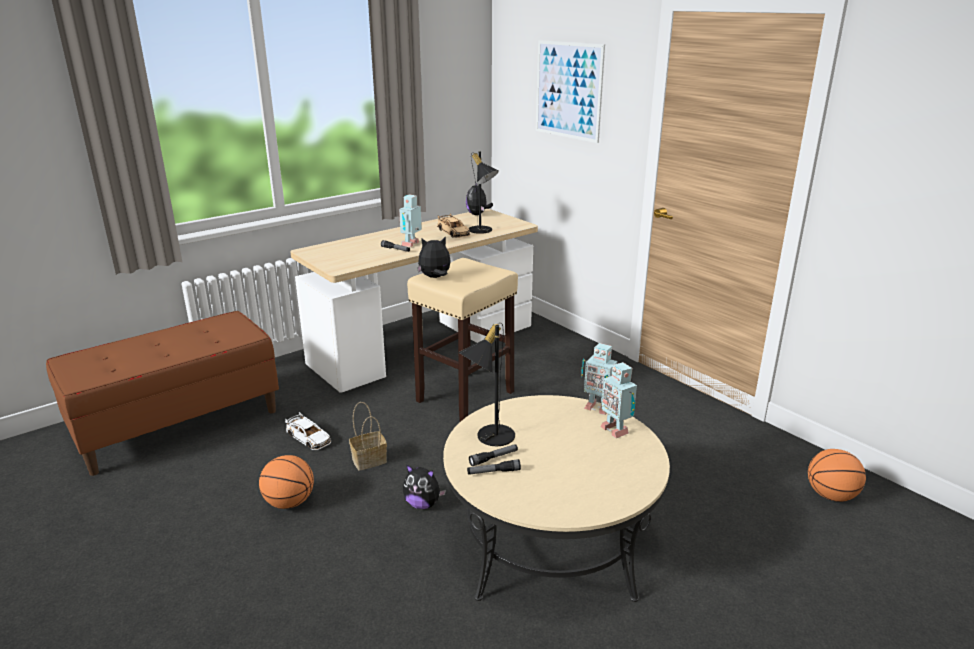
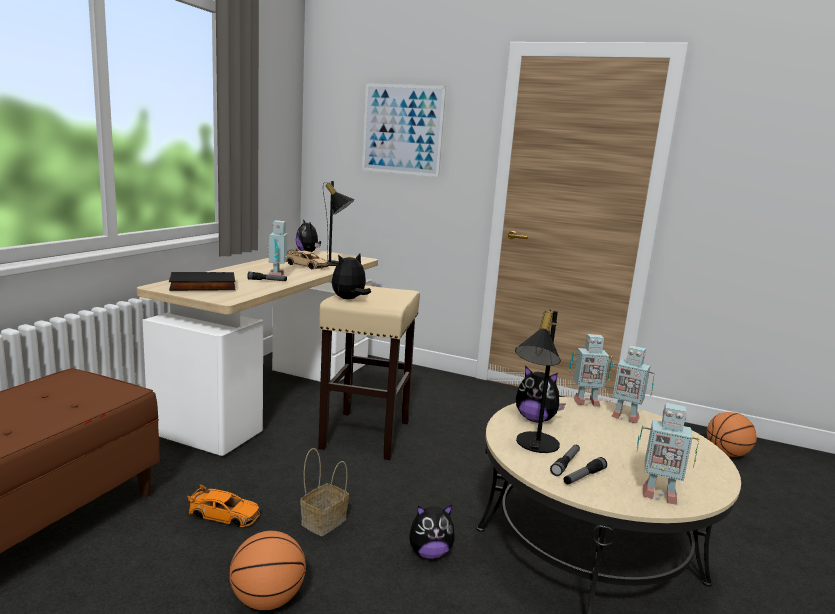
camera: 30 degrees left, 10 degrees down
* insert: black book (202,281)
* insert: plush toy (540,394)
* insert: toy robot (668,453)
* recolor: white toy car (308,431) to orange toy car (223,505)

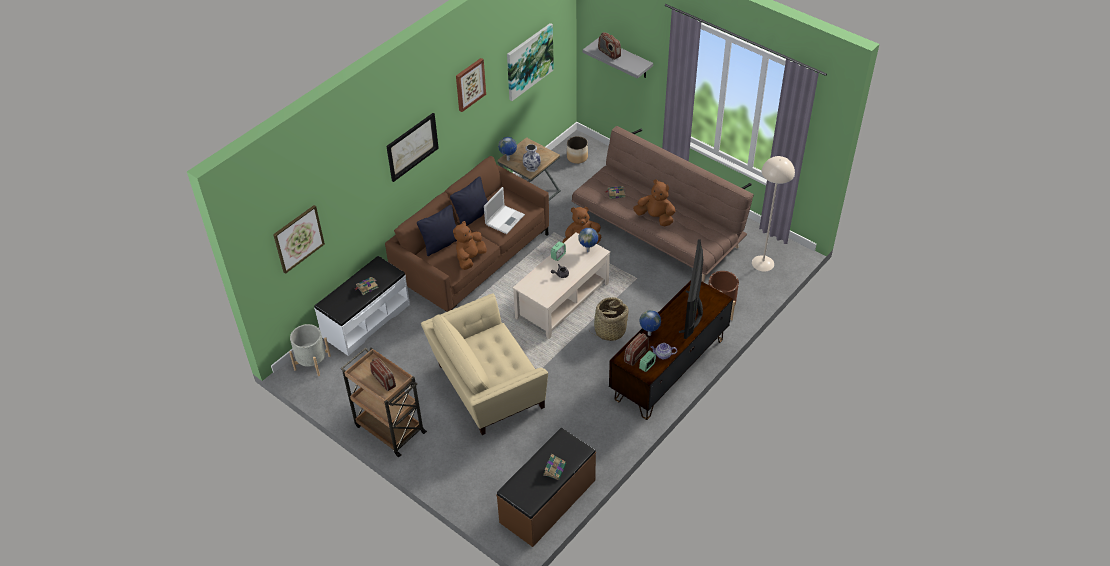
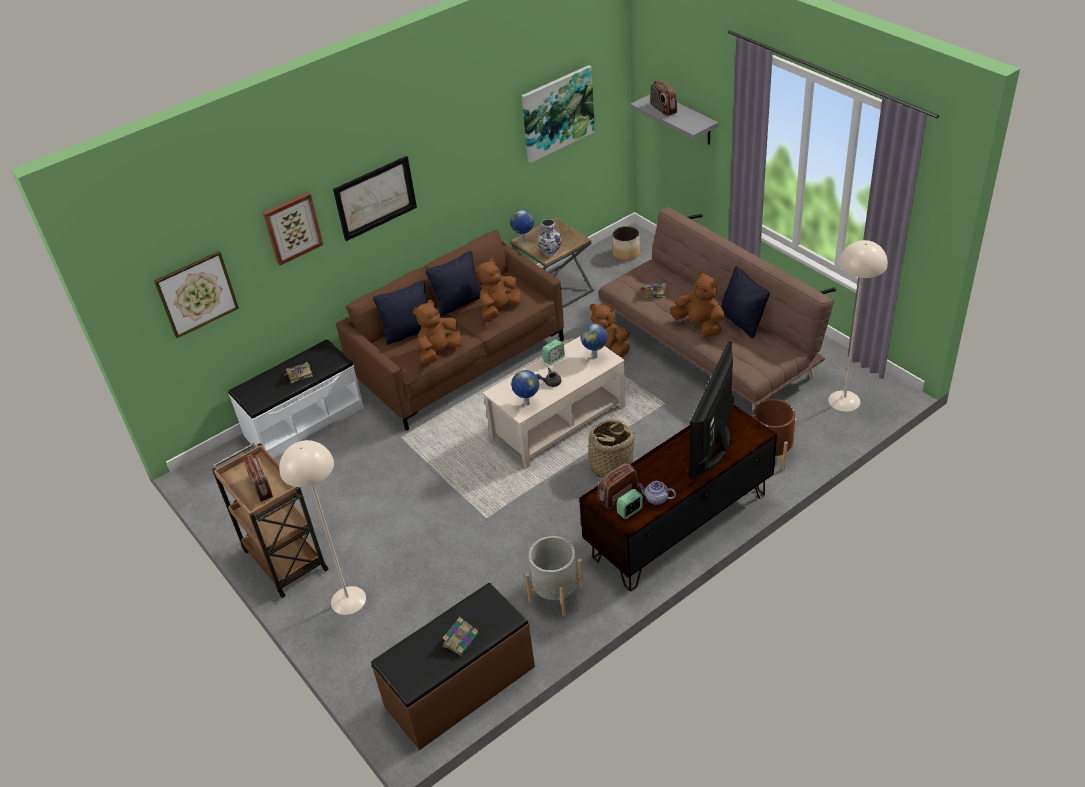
camera: 15 degrees right, 5 degrees down
* delete: beige armchair (484,364)
* insert: beige floor lamp (322,527)
* insert: black pillow (745,302)
* move: grey planter (310,350) to (554,576)
* move: picture (471,85) to (293,228)
* move: globe (650,323) to (525,388)
* replace: laptop (504,210) to brown plush toy (498,289)

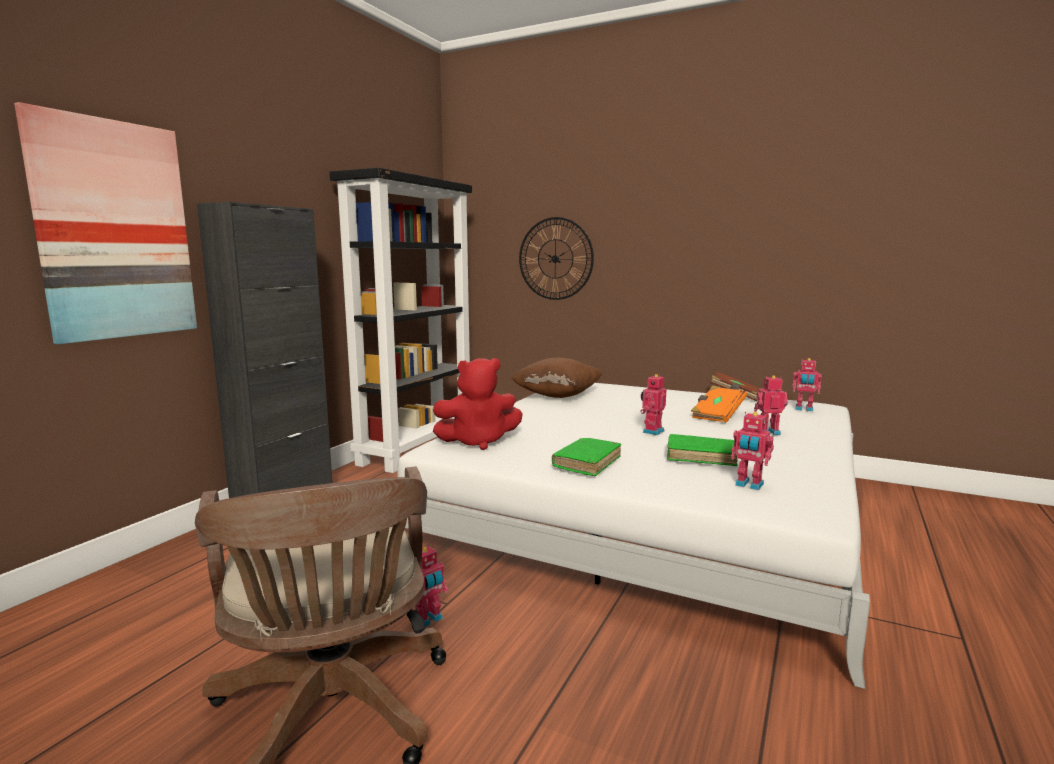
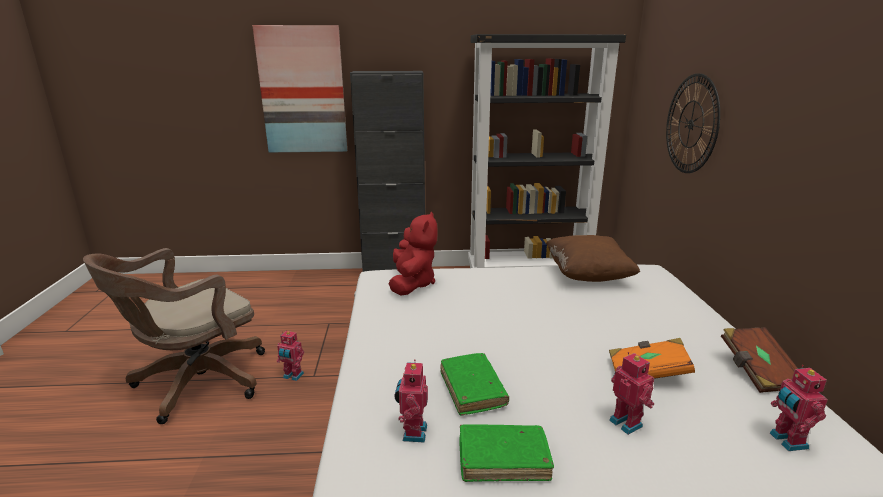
camera: 60 degrees right, 10 degrees up
* delete: toy robot (653,404)
* move: green book (586,457) to (506,453)
* rotate: red plush toy (478,404) = (413,253) 135 degrees counterclockwise

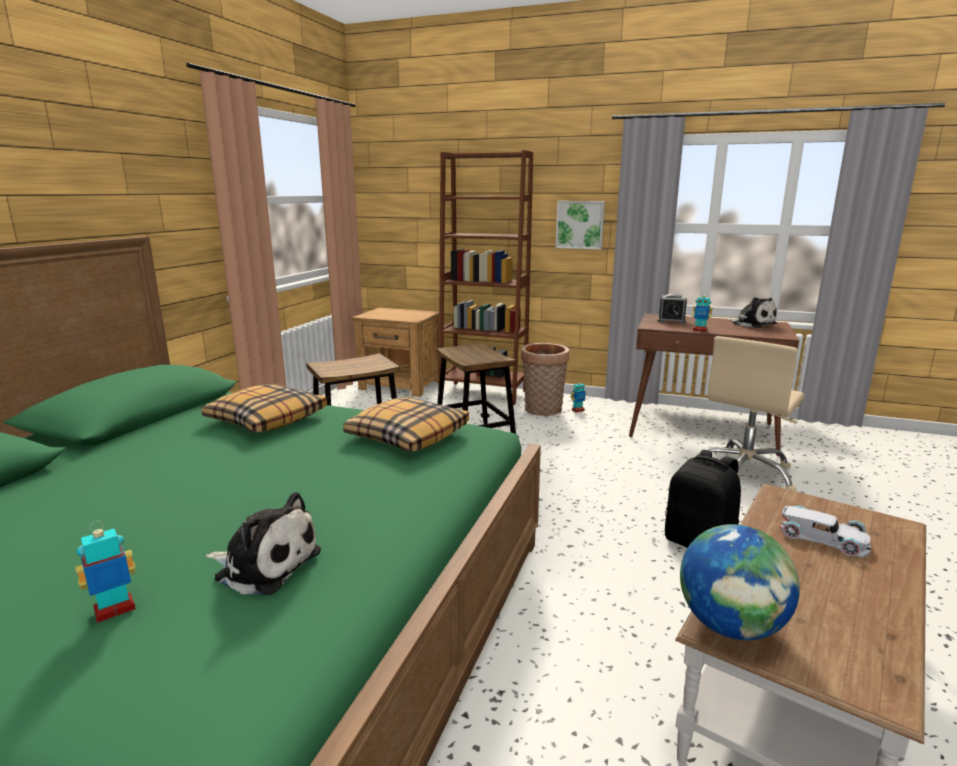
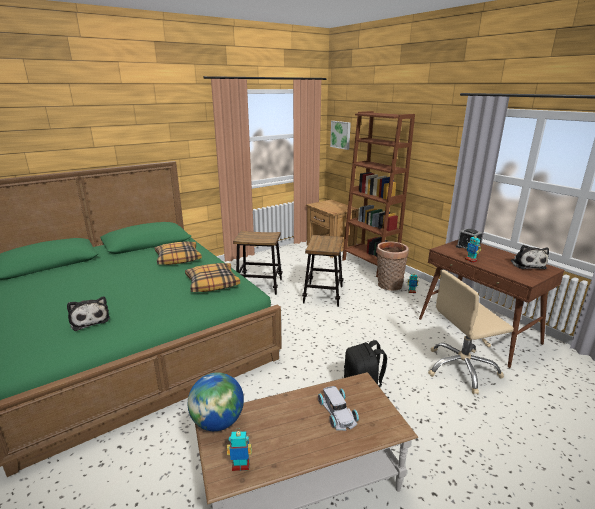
camera: 35 degrees right, 5 degrees up
* move: toy robot (105,572) to (239,449)
* move: picture (580,225) to (340,135)

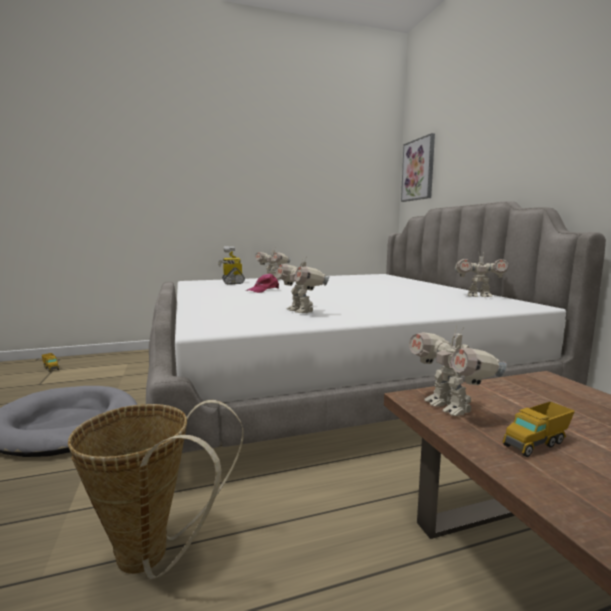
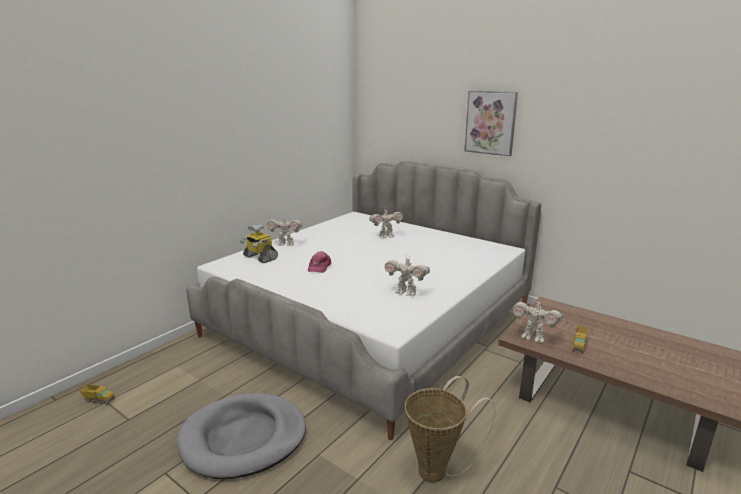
camera: 35 degrees left, 10 degrees up
* move: picture (418,167) to (491,123)
* move: toy robot (482,275) to (386,223)

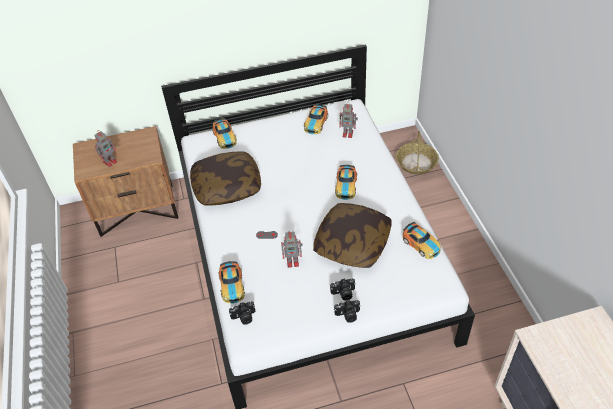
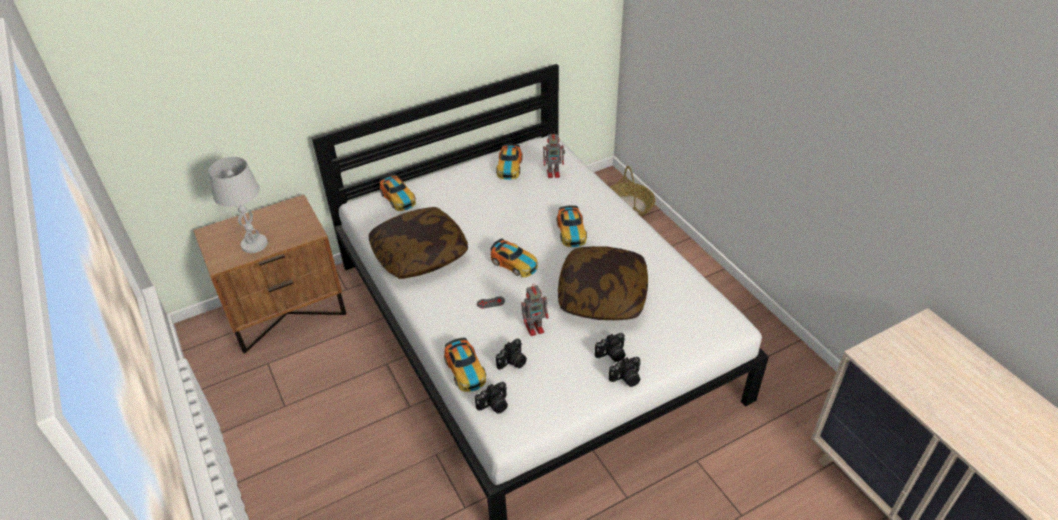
camera: 15 degrees left, 5 degrees down
* insert: photo camera (511,354)
* move: toy car (422,240) to (514,257)
* replace: toy robot (105,149) to white table lamp (238,205)

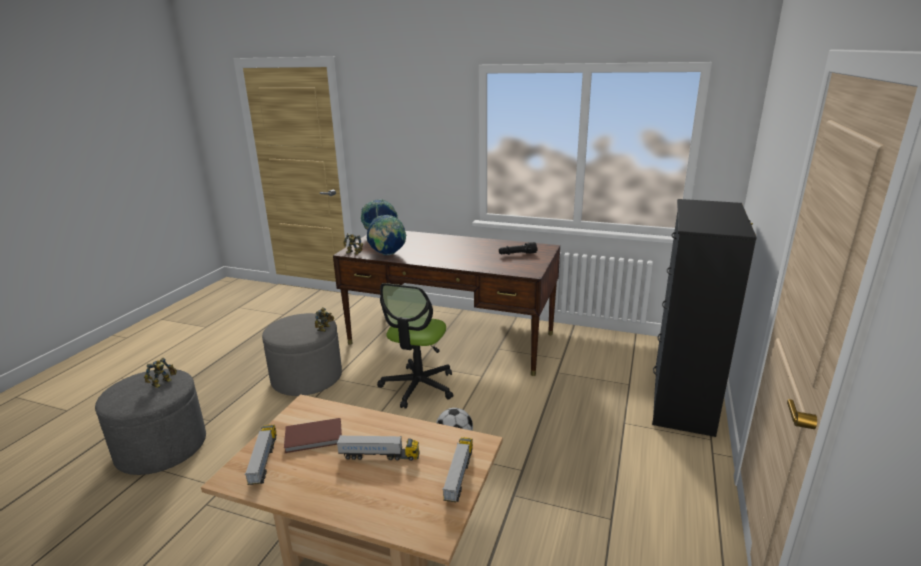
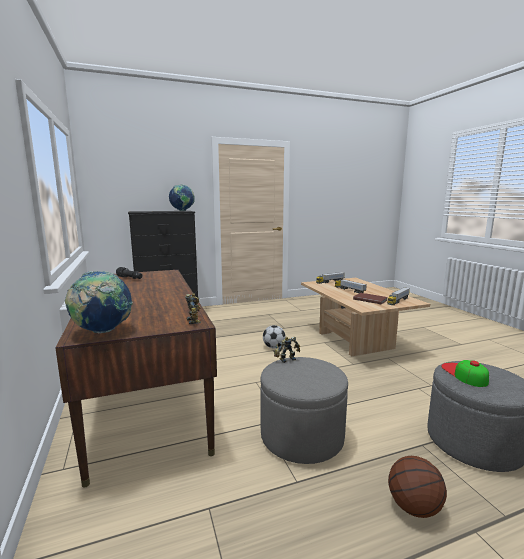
camera: 130 degrees left, 10 degrees down
* delete: office chair (415,346)
* insert: basketball (417,487)
* move: globe (387,235) to (182,197)
* replace: toy robot (160,373) to cap (465,373)

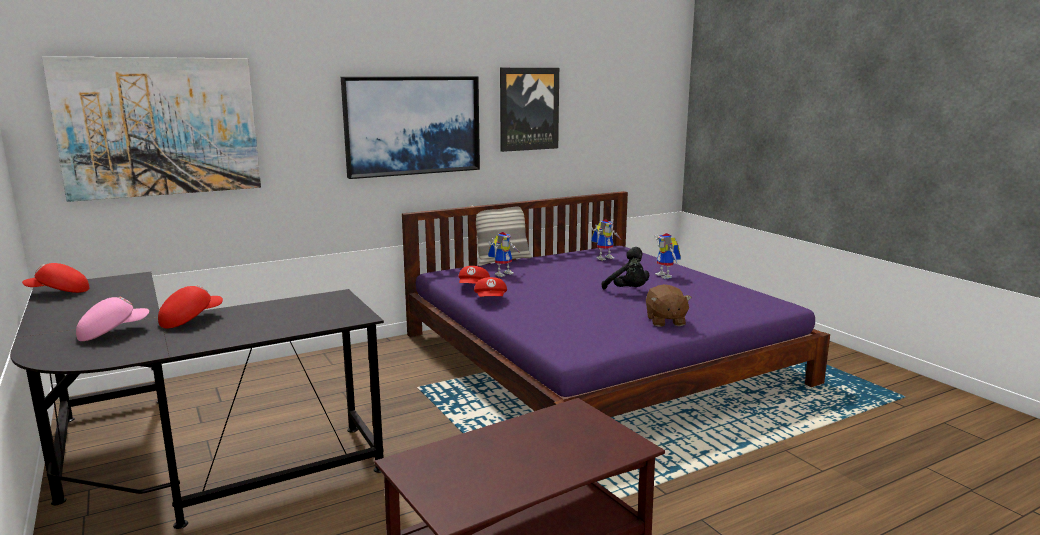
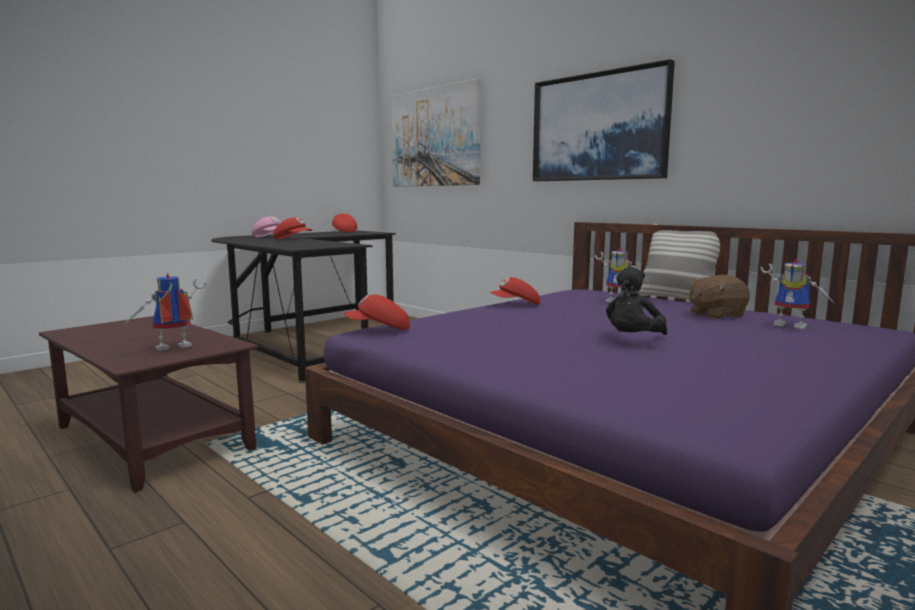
camera: 75 degrees right, 5 degrees down
* delete: picture (529,110)
* move: red cap (474,275) to (377,312)
* move: brown plush toy (669,305) to (719,297)
* move: toy robot (667,256) to (166,312)

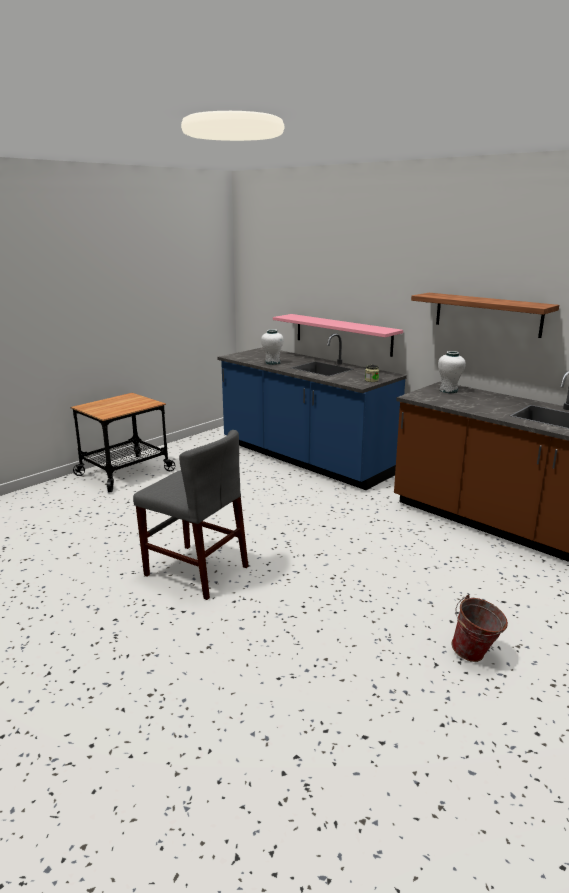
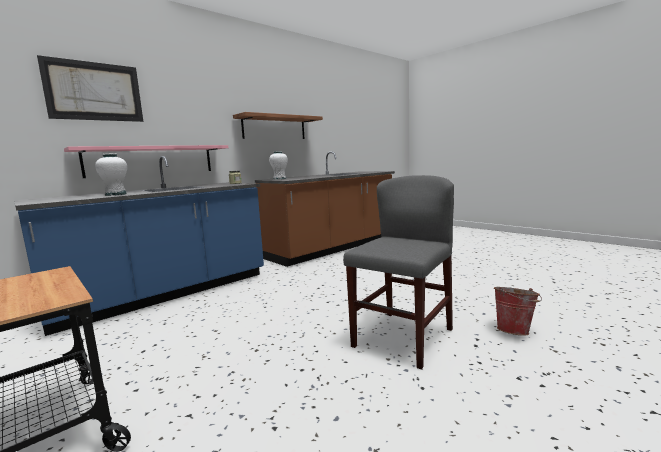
camera: 85 degrees left, 10 degrees down
* insert: picture (90,88)
* move: bucket (479,628) to (518,311)

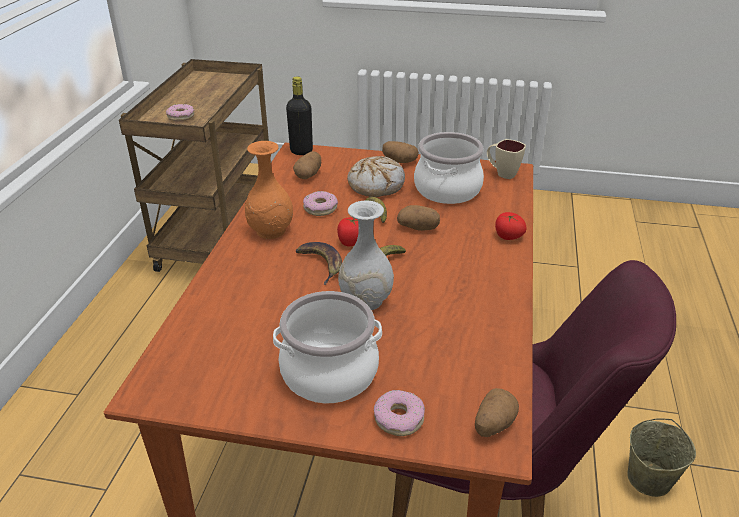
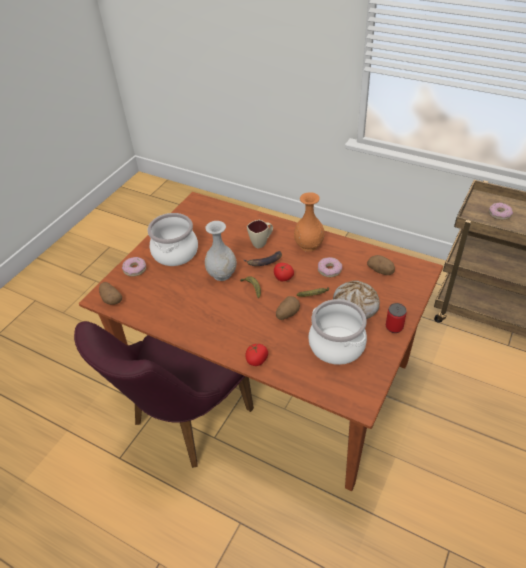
camera: 110 degrees right, 10 degrees up
* delete: black bottle (299,116)
* delete: beige bucket (661,457)
* move: beige mug (506,159) to (260,234)
* replace: potato (400,152) to can (396,318)

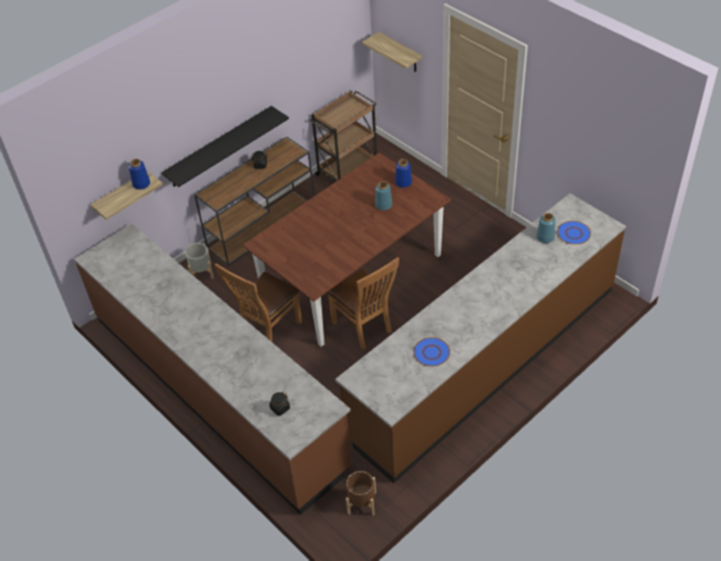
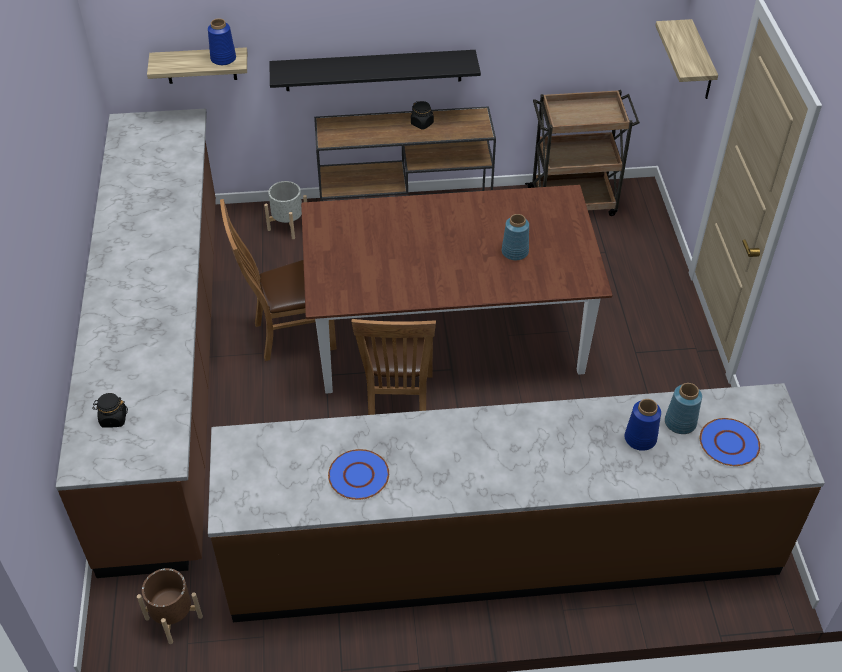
camera: 35 degrees right, 0 degrees up
* move: blue vase (403,173) to (643,425)

